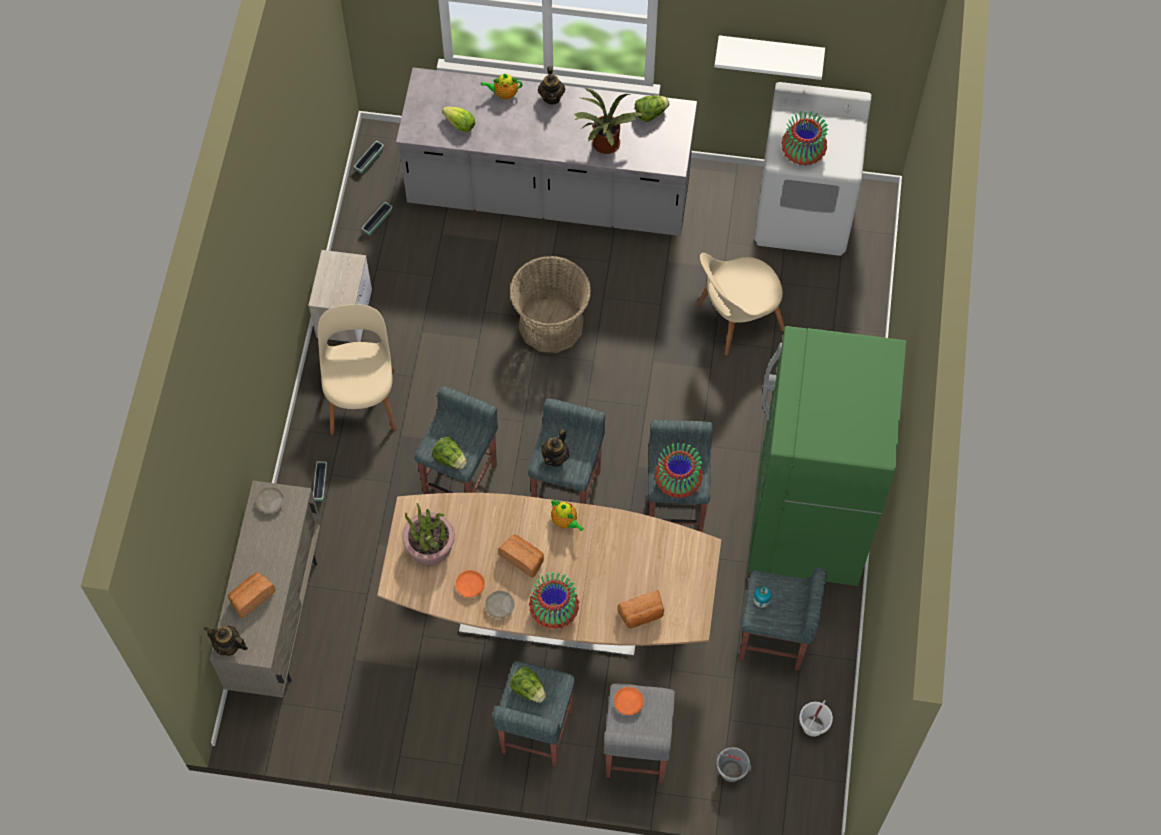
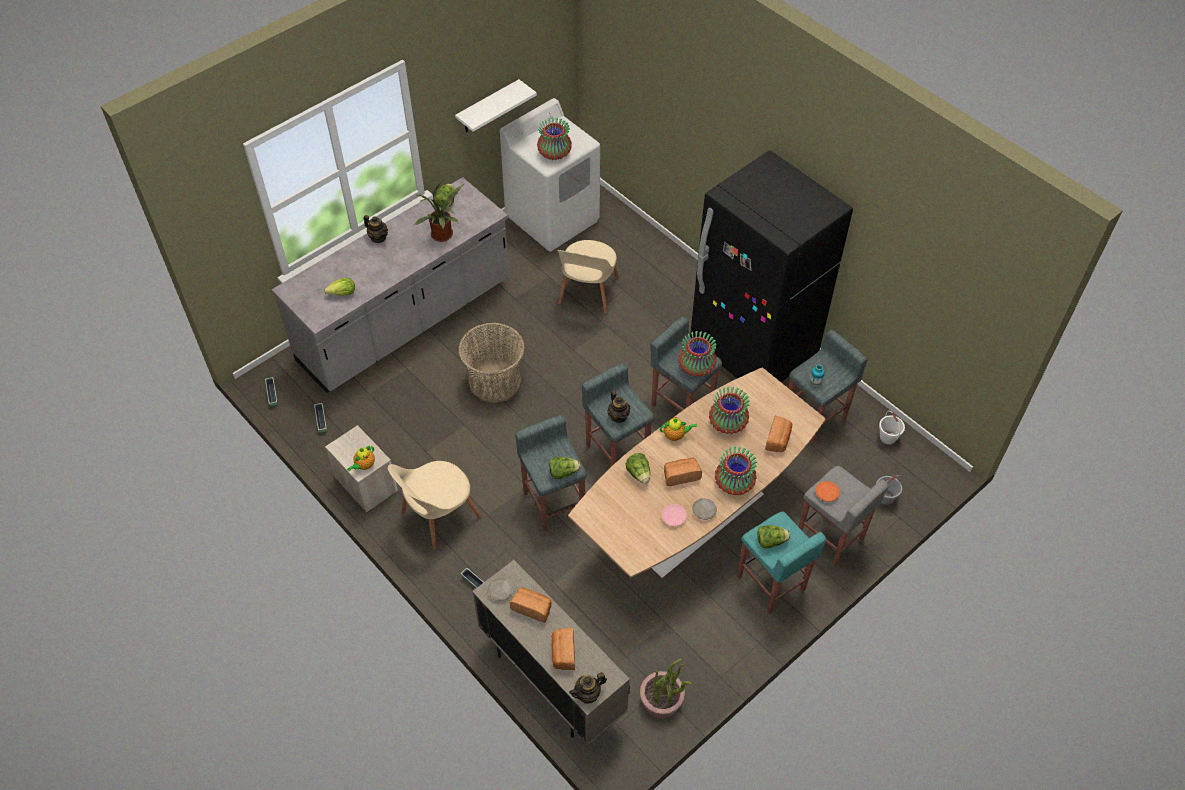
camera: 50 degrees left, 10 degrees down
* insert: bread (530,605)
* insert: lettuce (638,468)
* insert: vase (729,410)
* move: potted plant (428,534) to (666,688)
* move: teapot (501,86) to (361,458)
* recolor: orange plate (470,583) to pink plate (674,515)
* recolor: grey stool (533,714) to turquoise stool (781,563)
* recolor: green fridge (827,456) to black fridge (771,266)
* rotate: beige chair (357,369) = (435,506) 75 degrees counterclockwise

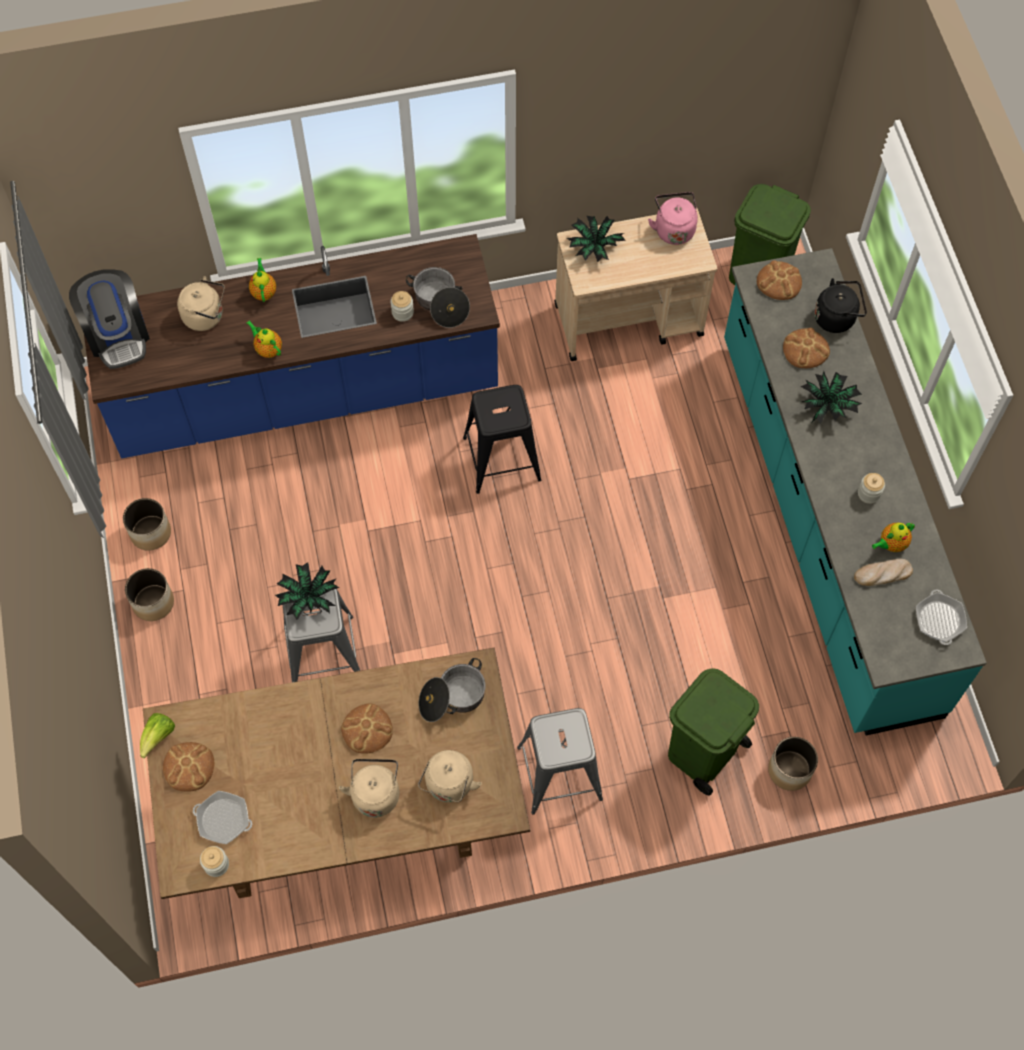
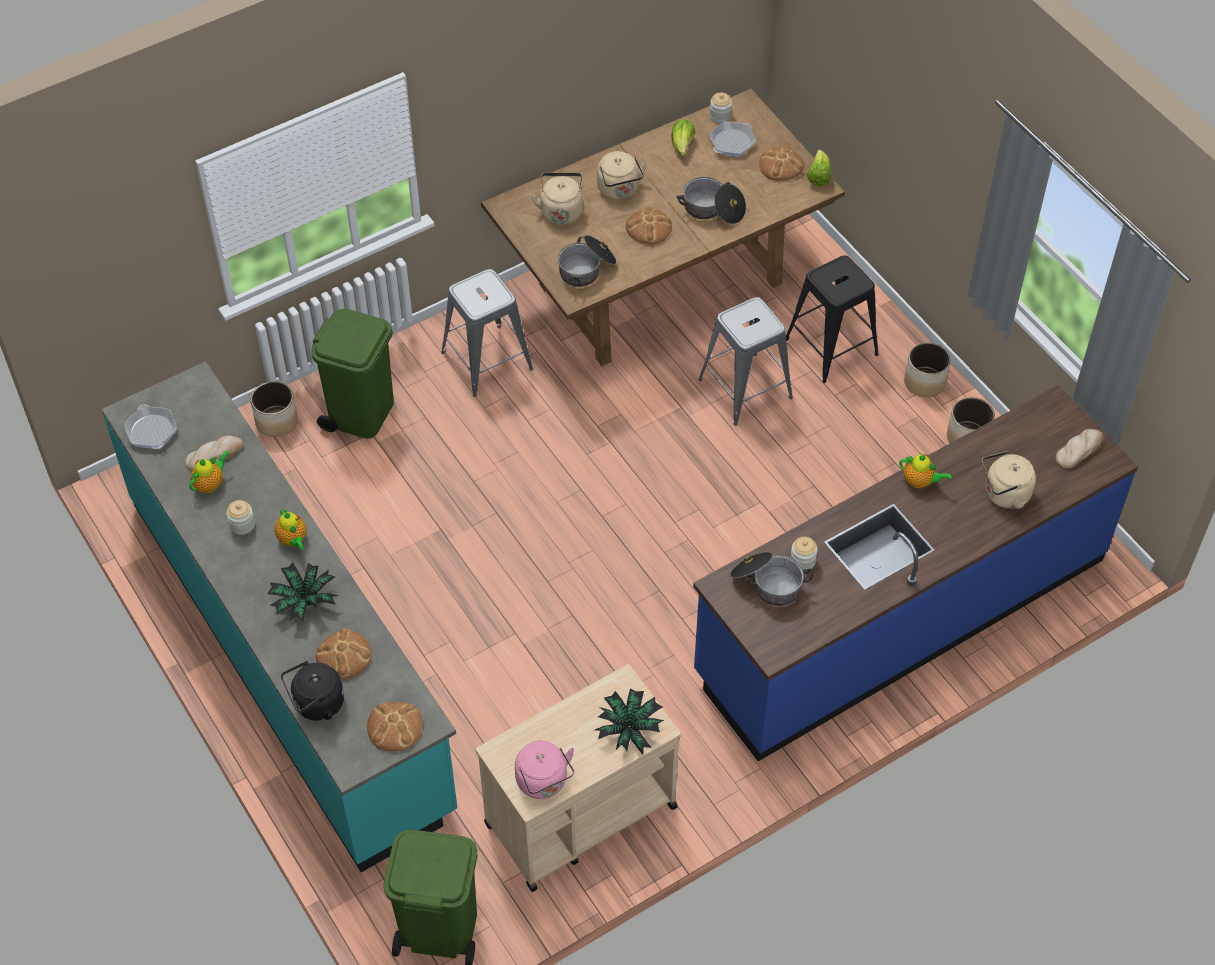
camera: 160 degrees right, 10 degrees down
* delete: potted plant (307,591)
* insert: lettuce (683,137)
* insert: cooking pot (711,200)
* move: teapot (262,280) to (290,528)
* move: black stool (502,439) to (832,319)
* replace: coffee machine (109,319) to bread (1079,448)
* rotate: frying pan (222,817) = (732,139) 45 degrees counterclockwise

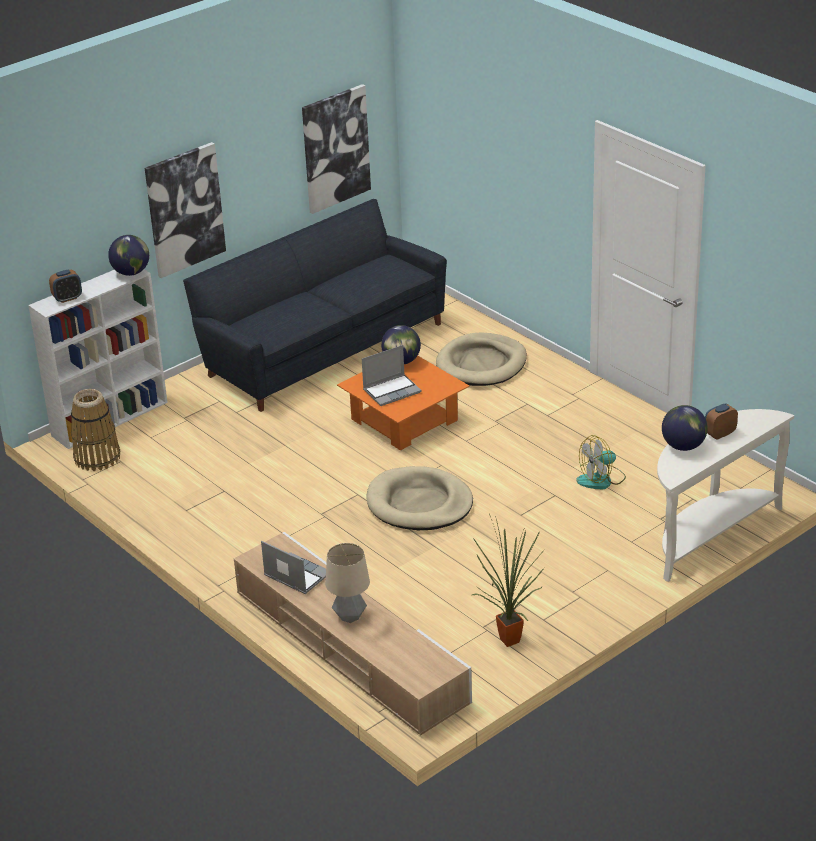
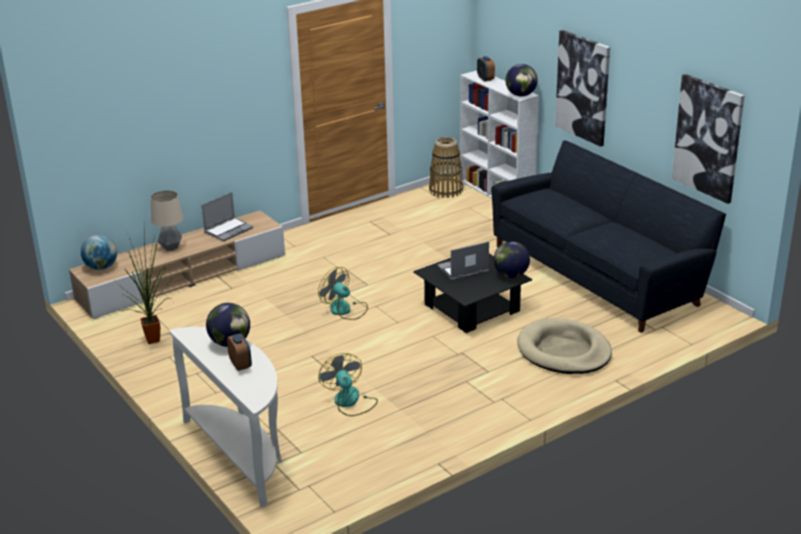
camera: 95 degrees right, 5 degrees down
* insert: globe (99,252)
* replace: beige dog bed (419,498) to fan (343,293)
* recolor: orange coffee table (403,403) to black coffee table (472,293)
* rotate: laptop (392,375) = (463,260) 90 degrees clockwise

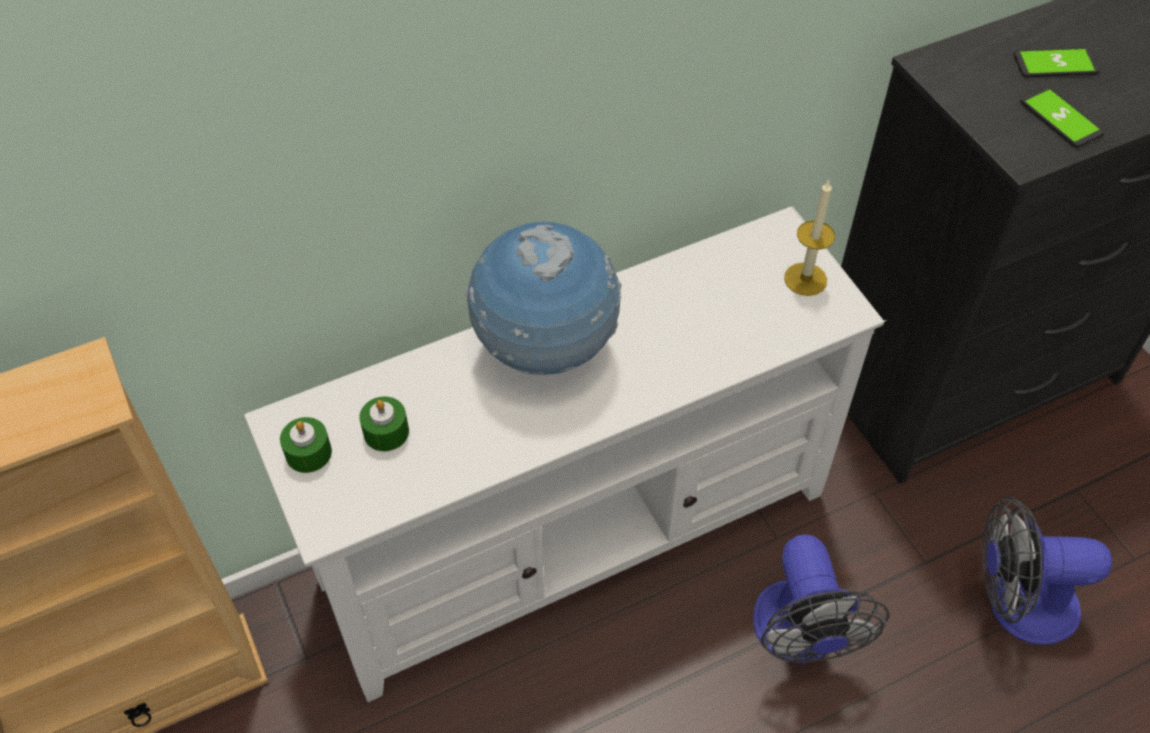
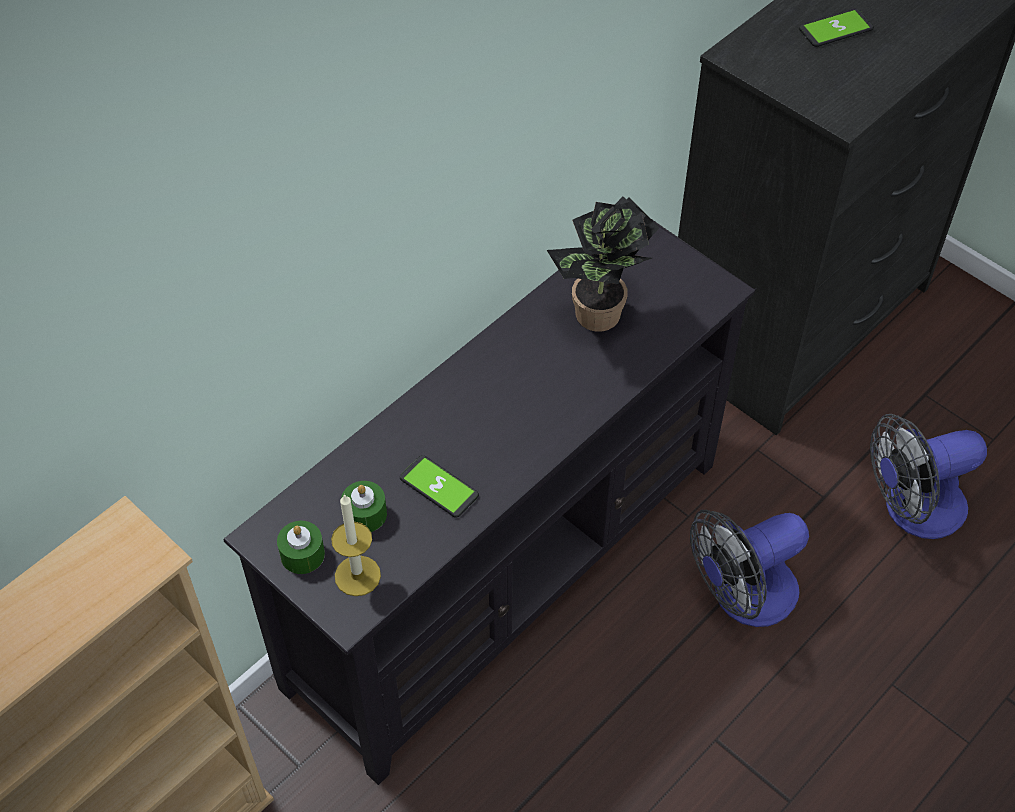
camera: 20 degrees left, 0 degrees up
* delete: globe (544,298)
* insert: potted plant (603,264)
* move: candle (809,237) to (356,545)
* move: phone (1062,117) to (439,486)
* recolor: white tv stand (565,454) to black tv stand (490,501)
* rotate: fan (821,598) = (749,568) 90 degrees clockwise

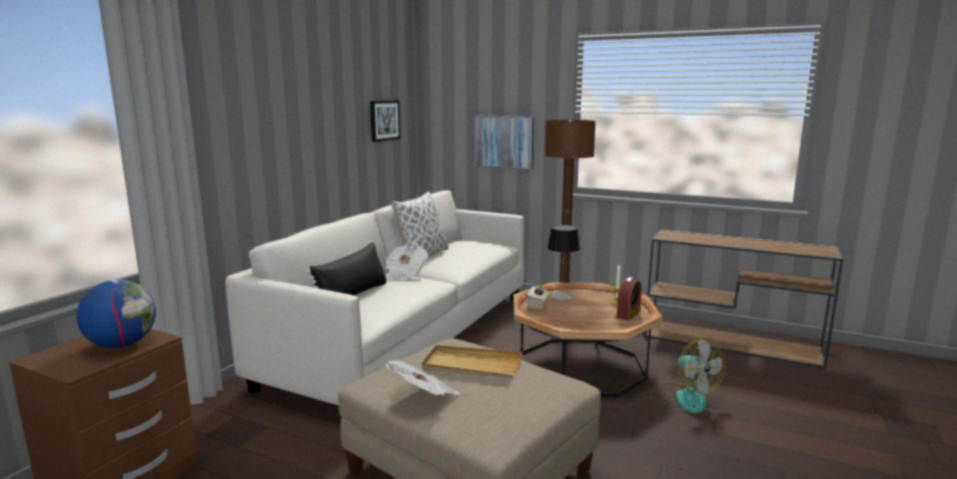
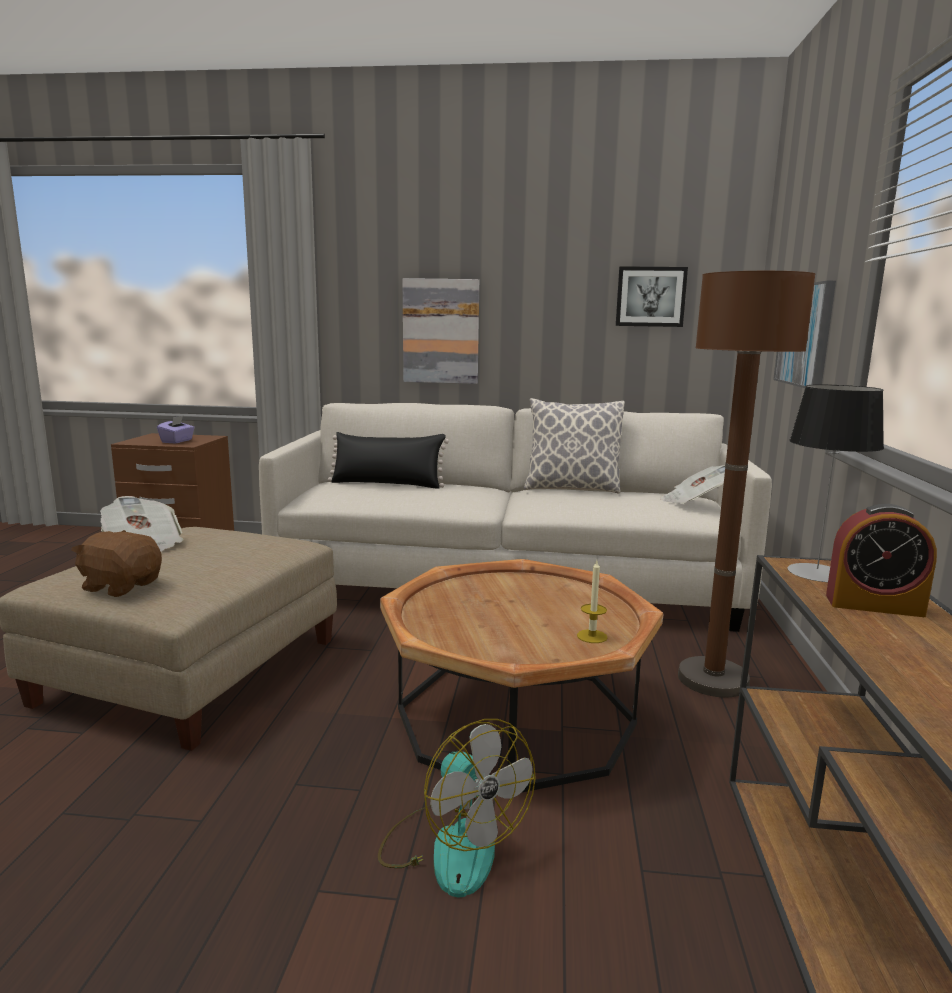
camera: 70 degrees right, 0 degrees up
* delete: beige tray (472,361)
* delete: beige tissue box (538,297)
* insert: brown plush toy (116,563)
* insert: picture (441,331)
* move: newspaper (406,261) to (692,484)
* move: table lamp (563,263) to (836,484)
* move: alarm clock (629,299) to (881,560)
* replace: globe (116,314) to purple tissue box (176,429)
* rotate: fan (687,376) = (457,808) 75 degrees counterclockwise

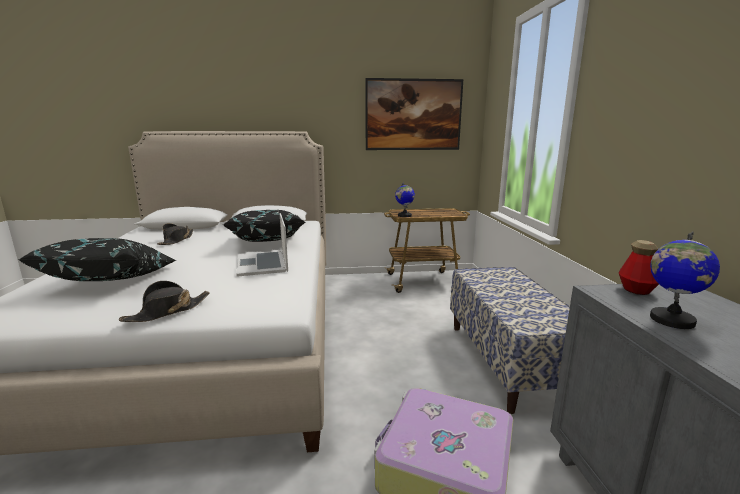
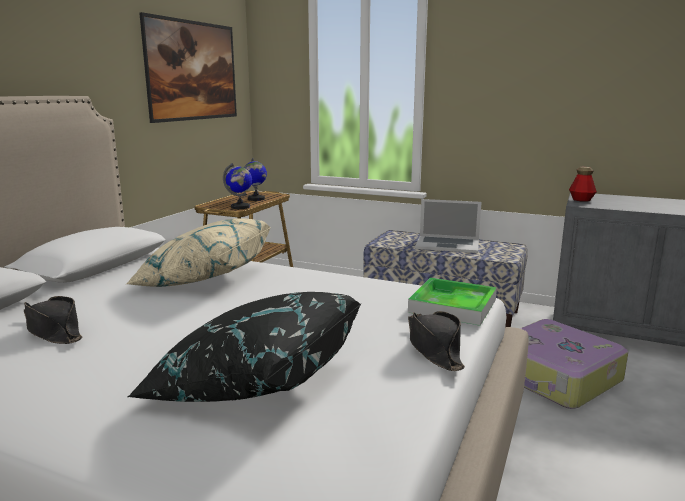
camera: 60 degrees left, 0 degrees up
* insert: tray (452,302)
* move: laptop (262,245) to (448,226)
* move: globe (685,280) to (255,179)
* recolor: black pillow (264,226) to beige pillow (198,252)

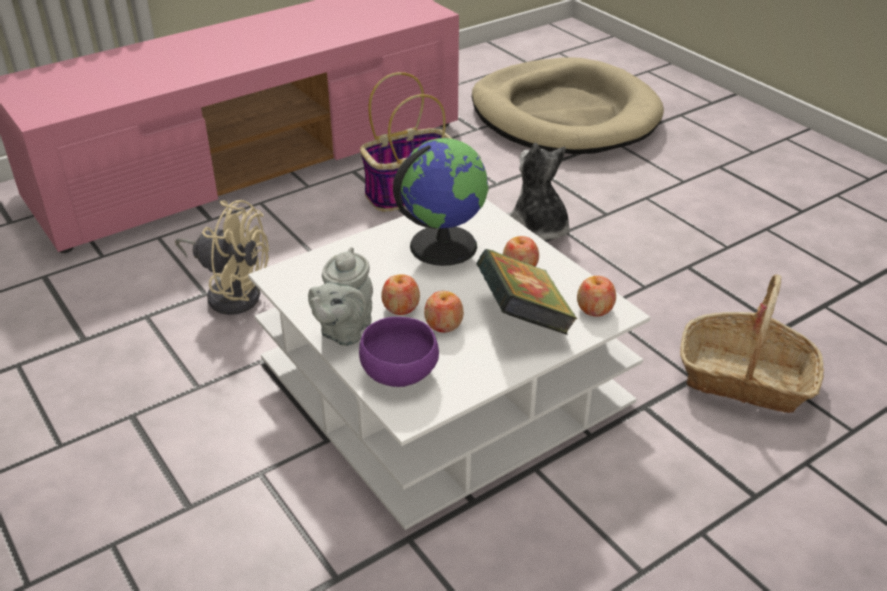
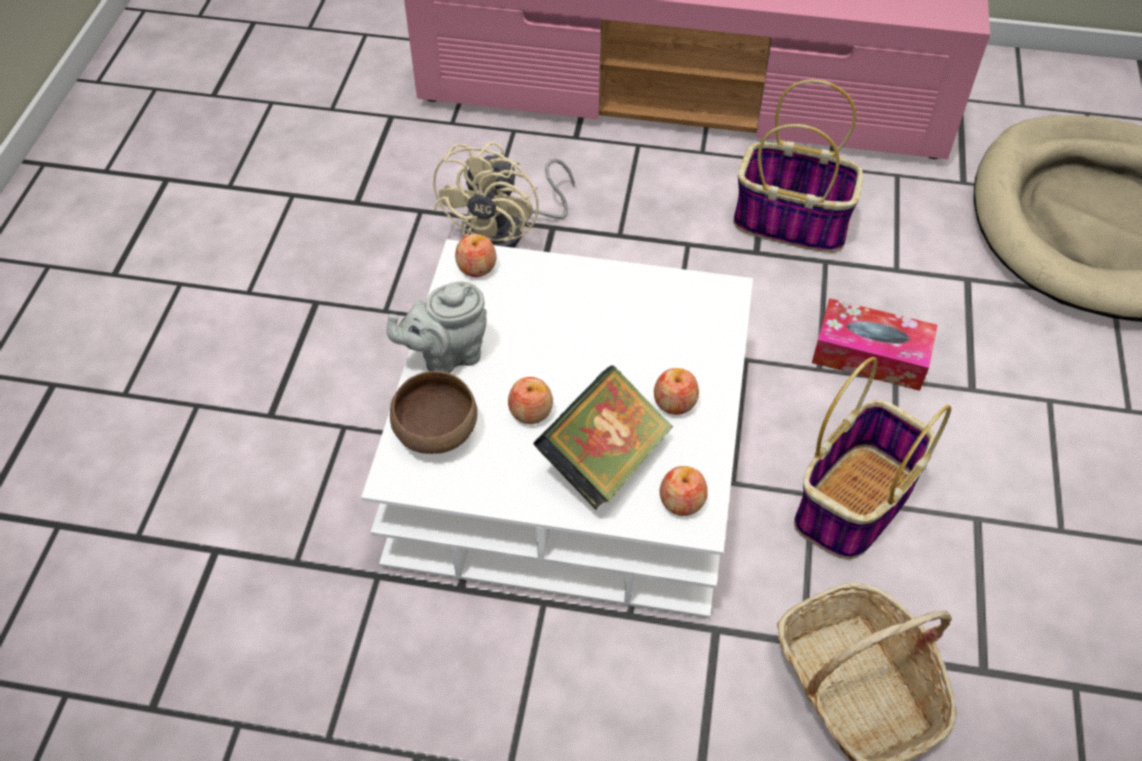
camera: 45 degrees right, 15 degrees up
* delete: globe (441,202)
* insert: basket (872,458)
* move: apple (400,294) to (475,255)
* replace: plush toy (538,191) to tissue box (875,344)
* recolor: purple bowl (399,352) to brown bowl (434,412)
* rotate: beige fan (222,257) = (504,195) 45 degrees clockwise

